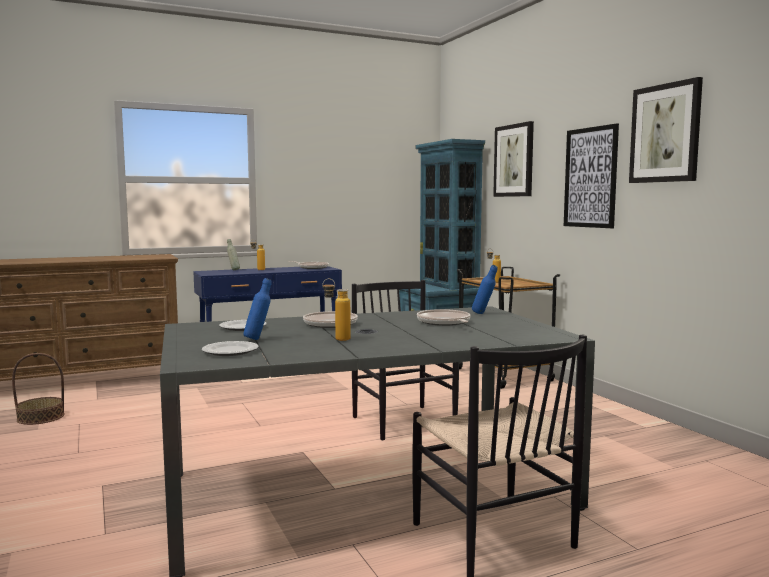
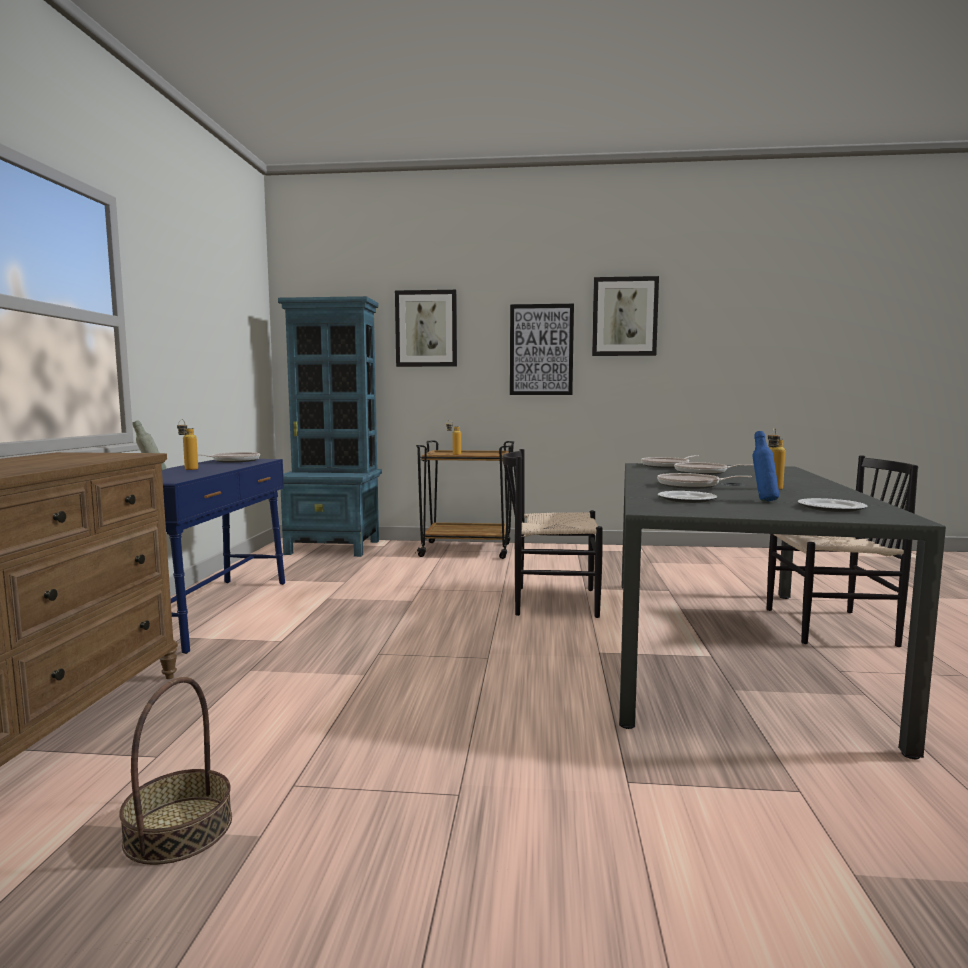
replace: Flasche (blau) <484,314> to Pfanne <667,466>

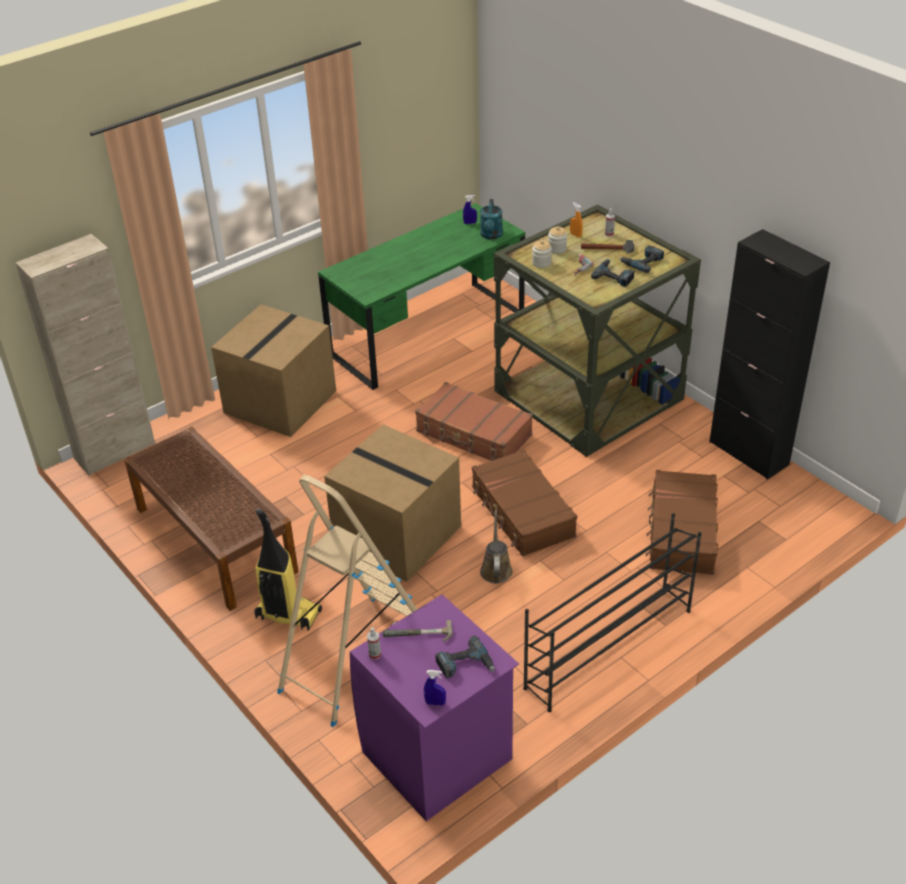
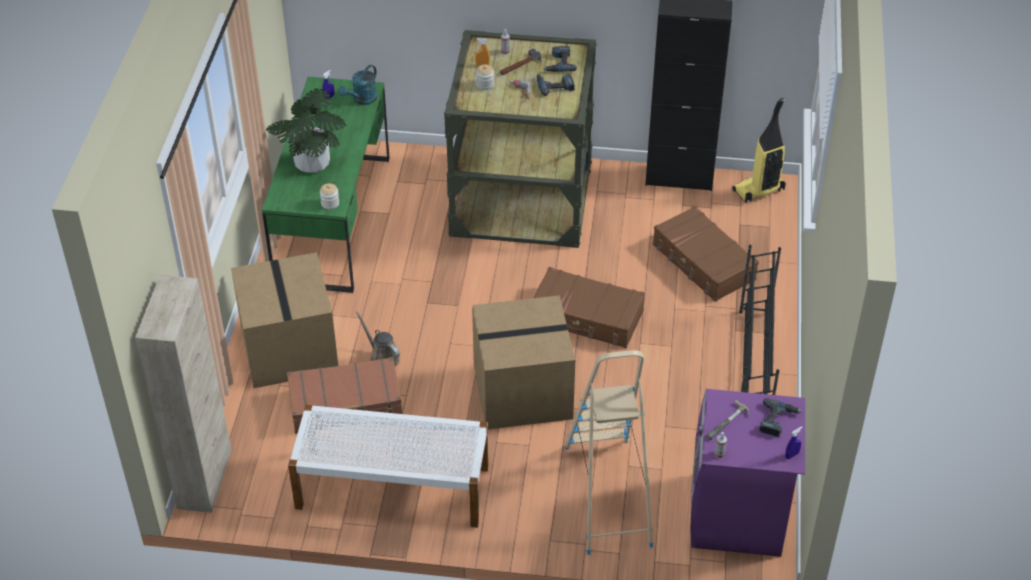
insert: Topfpflanze <312,163>
move: Staubsauger <287,615> to <758,191>; Koffer (braun) <474,434> to <346,405>; Gießkanne (braun) <496,568> to <382,357>; Vorratsglas <541,263> to <330,203>
recolor: Bank (braun) <214,540> to Bank (weiß) <392,488>
rotate: Gießkanne (türkis) <491,236> = <362,100> 75 degrees clockwise

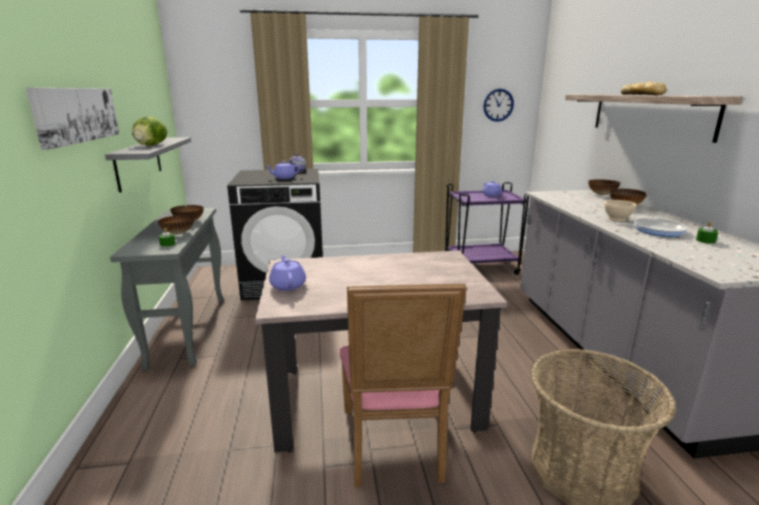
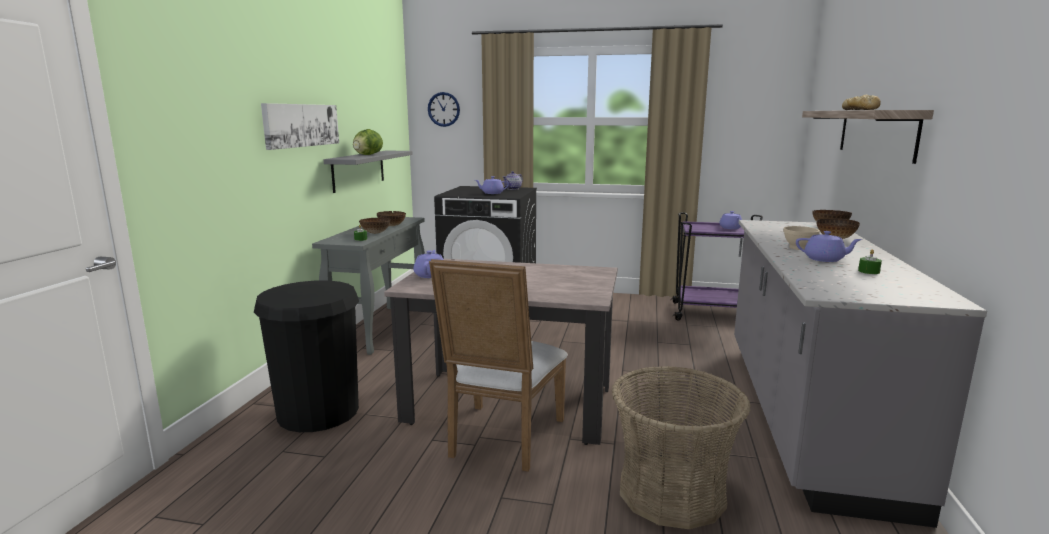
insert: Mülleimer (schwarz) <318,411>
move: Wanduhr <498,105> to <443,109>
replace: Pfanne <655,230> to Teekanne (lila) <825,259>
recolor: Stuhl (rosa) <395,448> to Stuhl (weiß) <502,440>

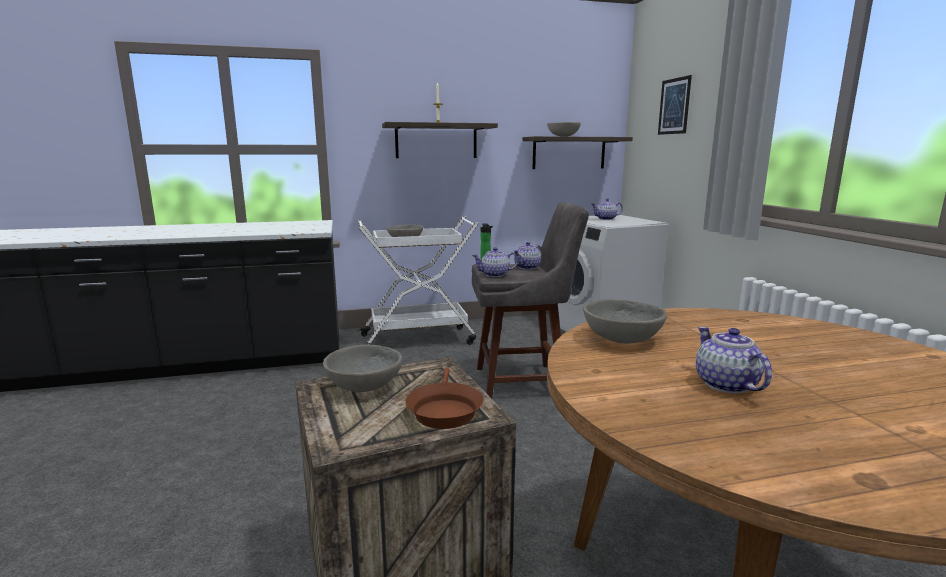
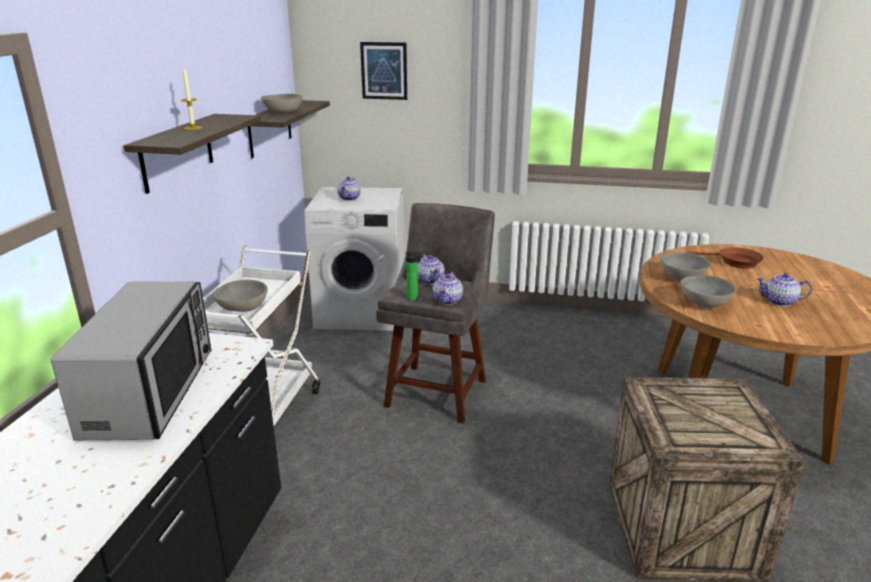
insert: Mikrowelle <151,392>
move: Schüssel (grau) <365,386> to <681,277>; Pfanne (braun) <444,410> to <734,262>

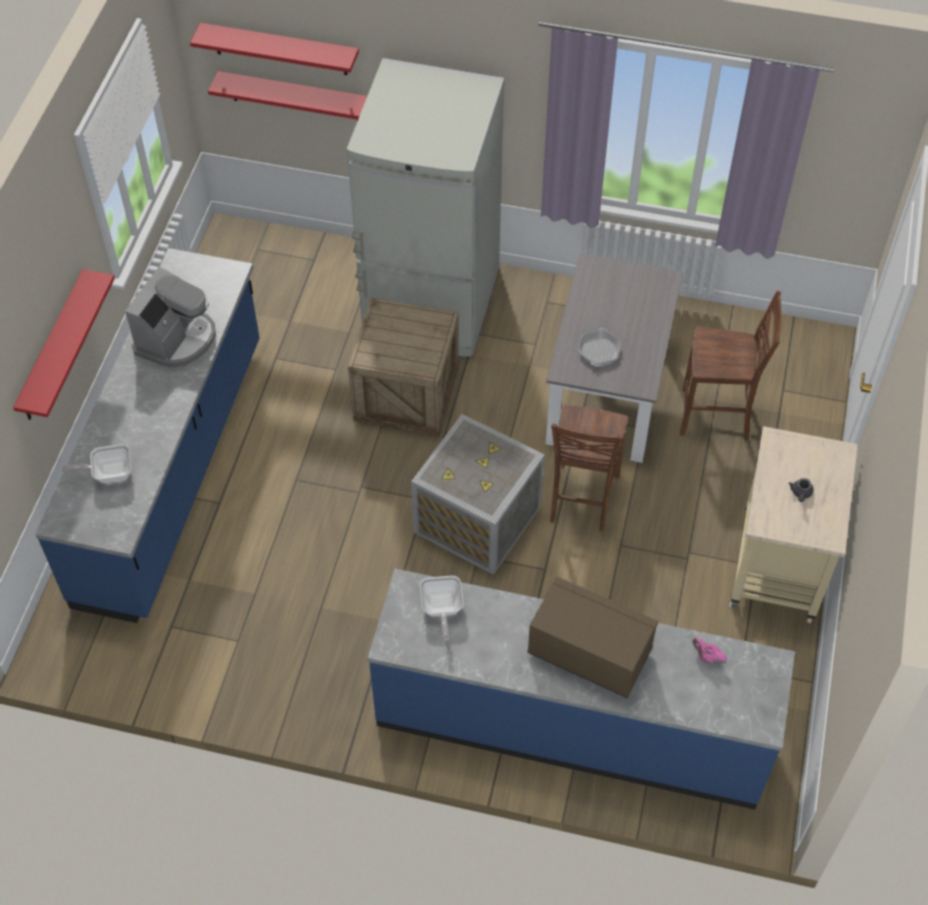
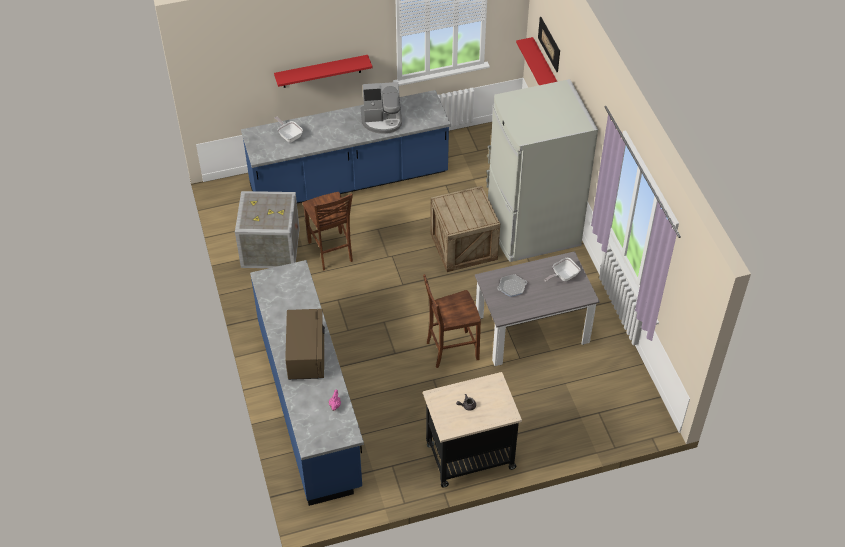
move: Kiste <478,521> to <269,248>; Pfanne <441,609> to <562,276>; Stuhl (braun) <717,416> to <331,252>
replace: Wandregal (rot) <280,49> to Bild <549,44>
recolor: Rollwagen (beige) <778,567> to Rollwagen (schwarz) <469,458>

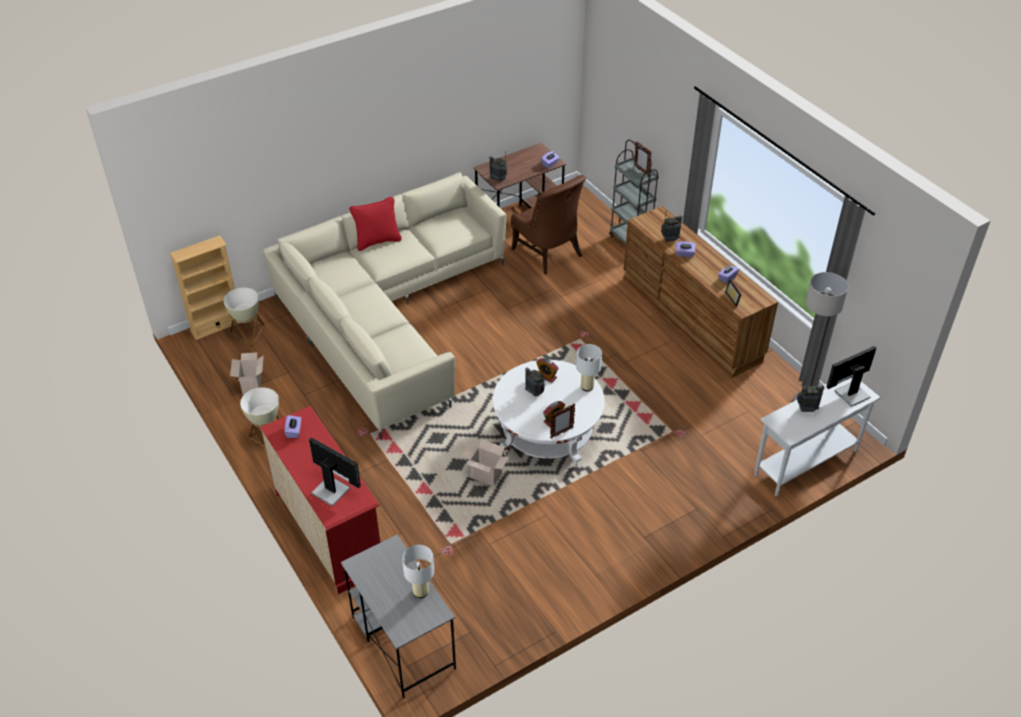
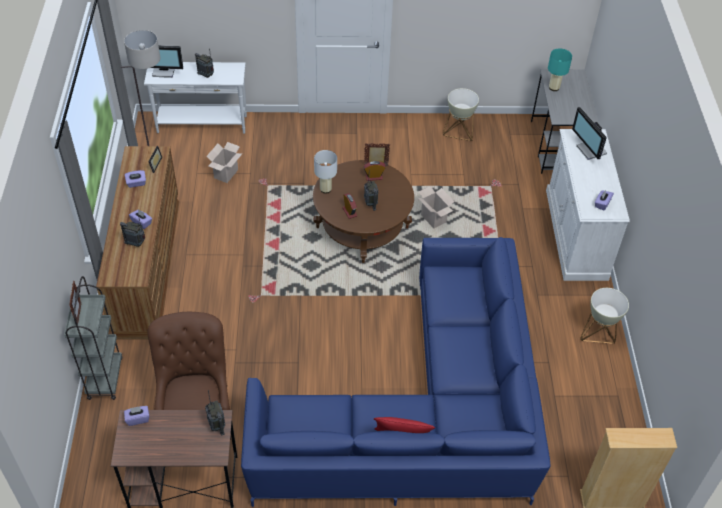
move: Pflanzkübel <248,335> to <459,132>; Karton <251,385> to <226,174>
recolor: Schrank (rot) <329,530> to Schrank (weiß) <575,234>; Sofa (beige) <386,317> to Sofa (blau) <423,414>; Tischlampe (weiß) <420,592> to Tischlampe (türkis) <554,88>; Couchtisch (weiß) <547,434> to Couchtisch (braun) <362,227>

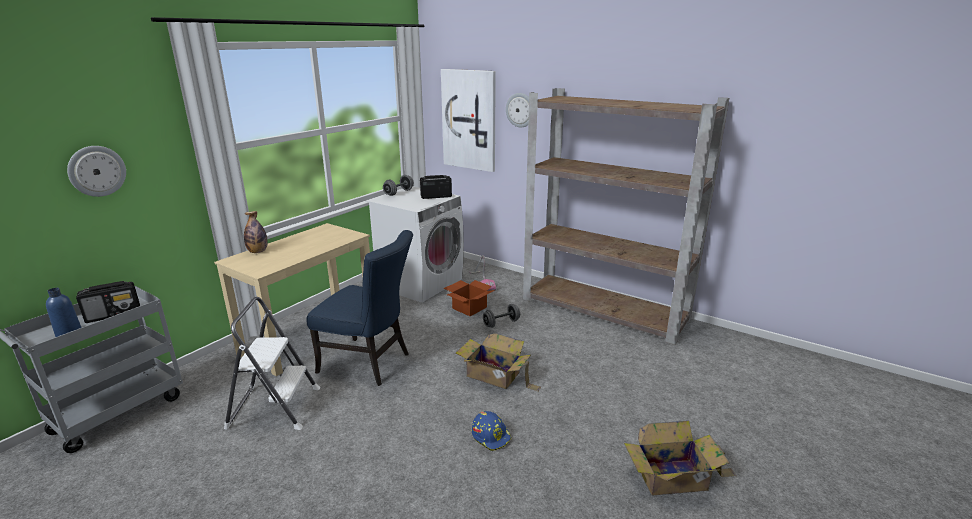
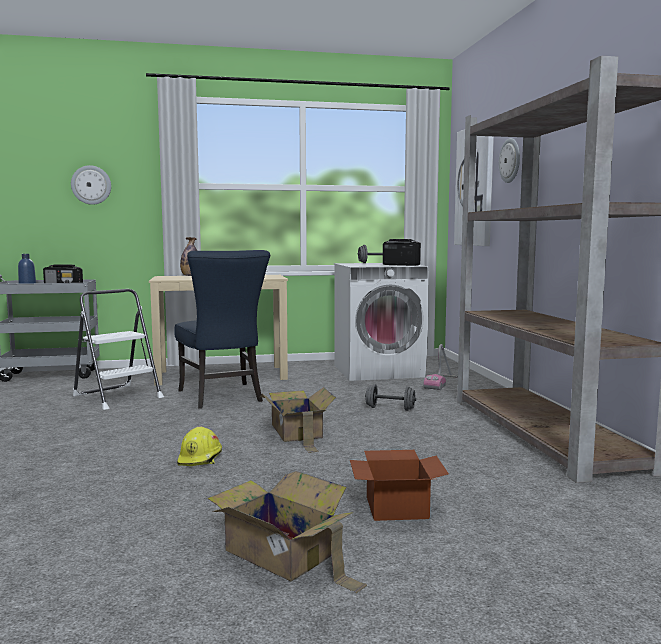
move: Karton <469,307> to <397,507>
recolor: Schutzhelm (blau) <491,436> to Schutzhelm (gelb) <200,458>

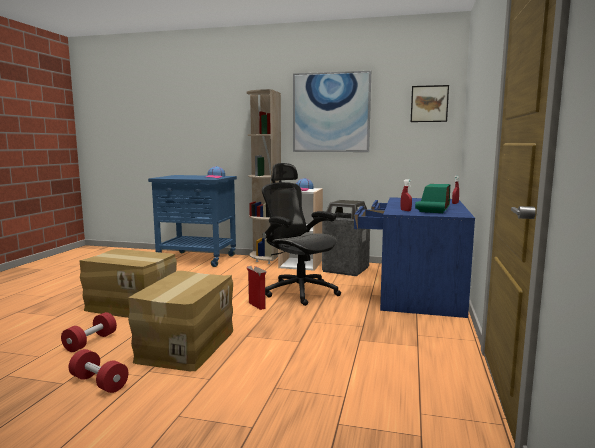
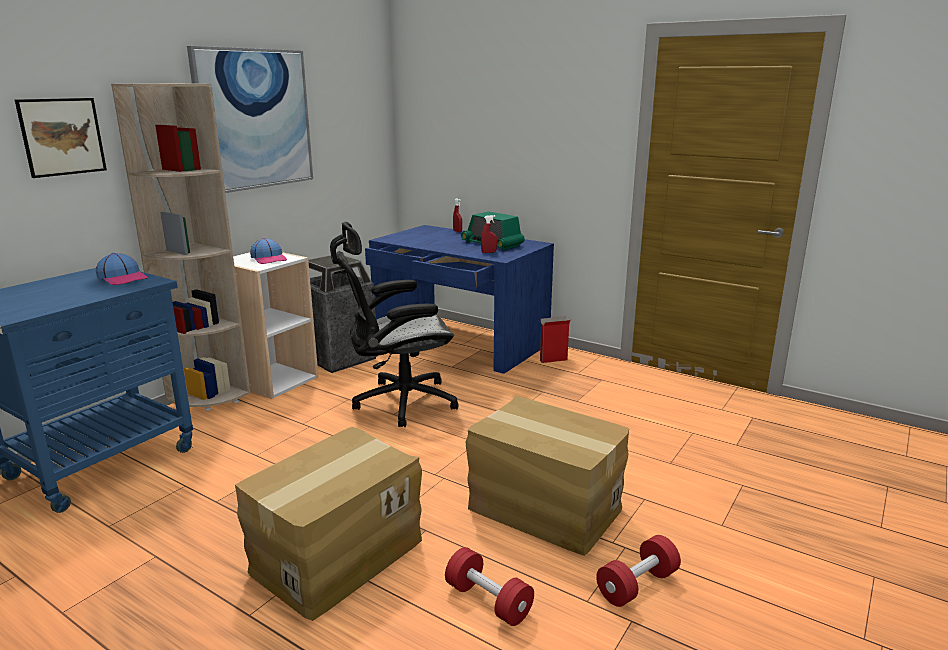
move: Karton <256,305> to <553,360>; Bild <429,103> to <62,136>

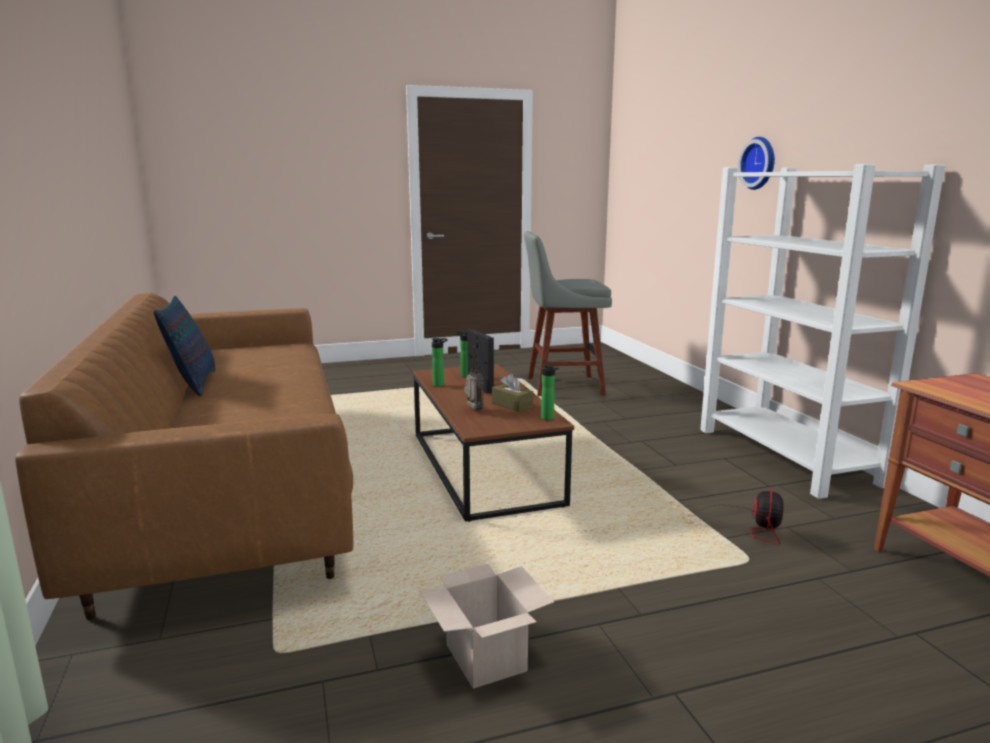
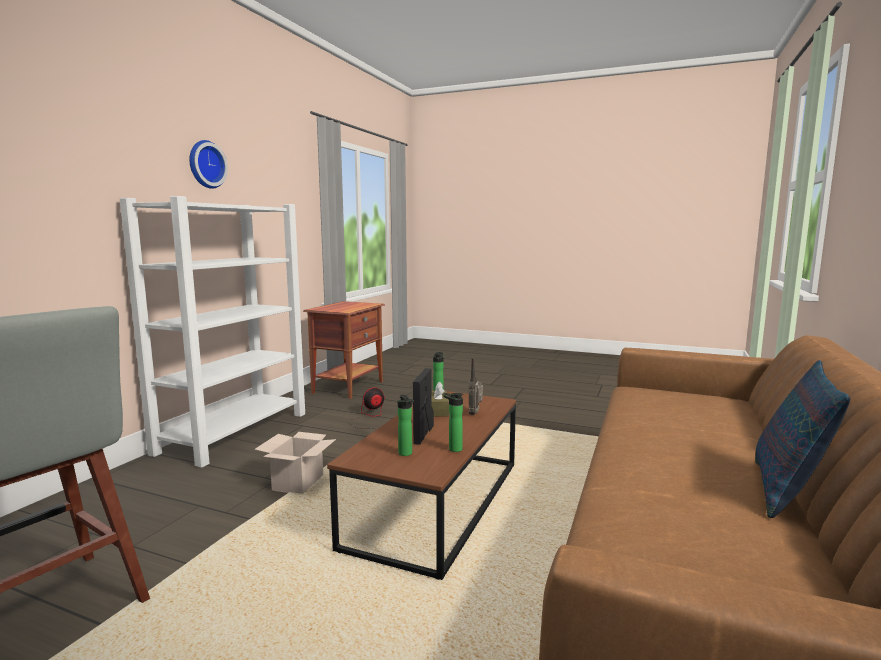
move: Karton <488,658> to <298,482>; Wanduhr <760,163> to <205,164>

